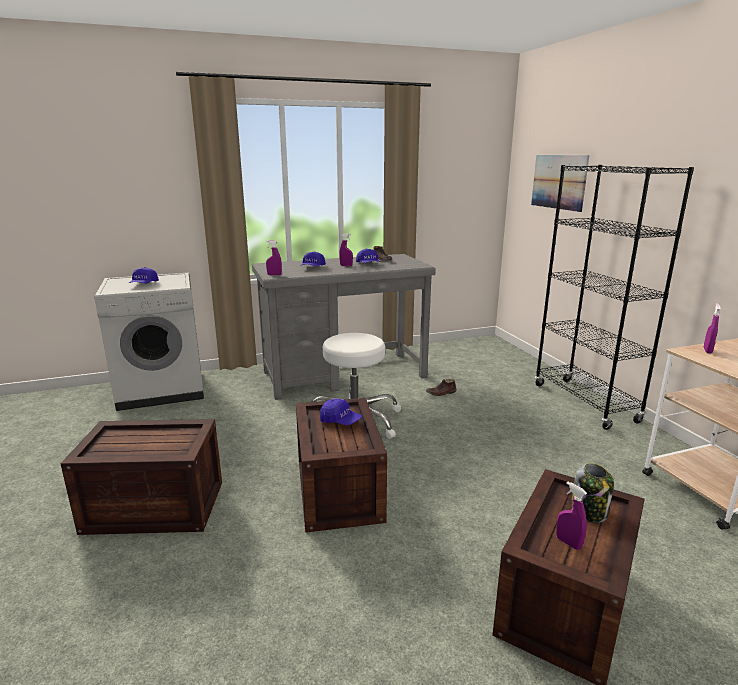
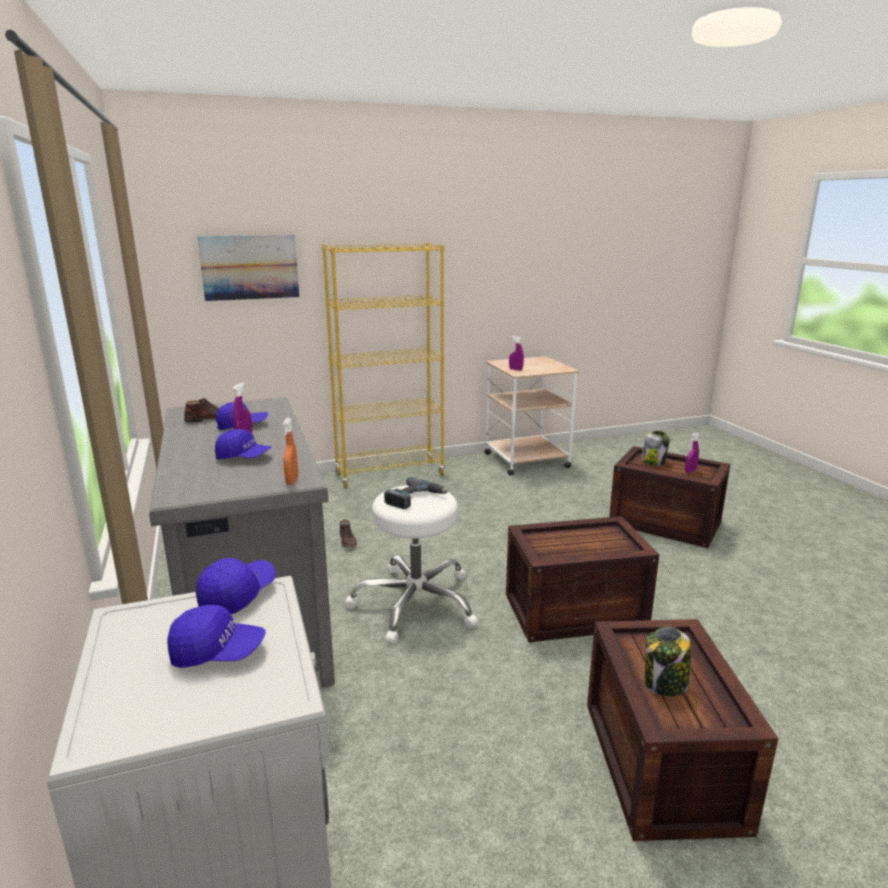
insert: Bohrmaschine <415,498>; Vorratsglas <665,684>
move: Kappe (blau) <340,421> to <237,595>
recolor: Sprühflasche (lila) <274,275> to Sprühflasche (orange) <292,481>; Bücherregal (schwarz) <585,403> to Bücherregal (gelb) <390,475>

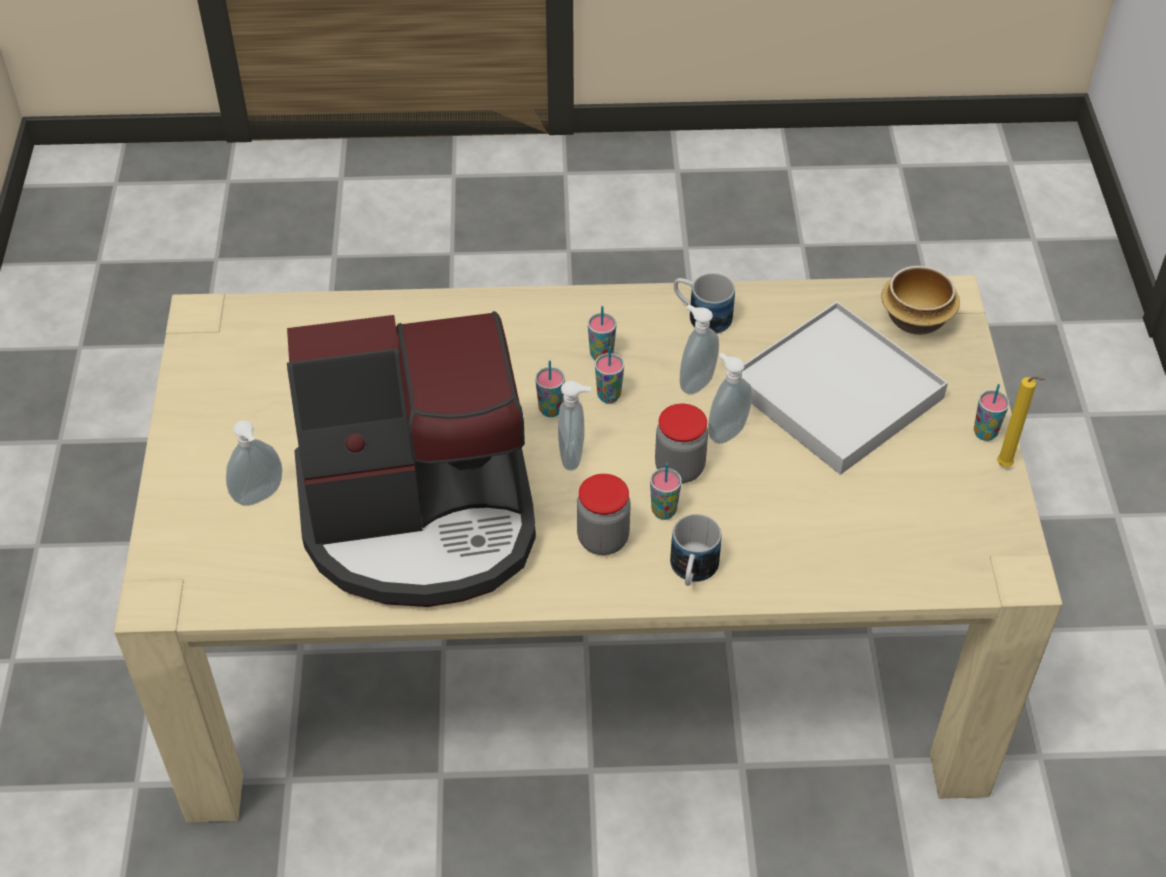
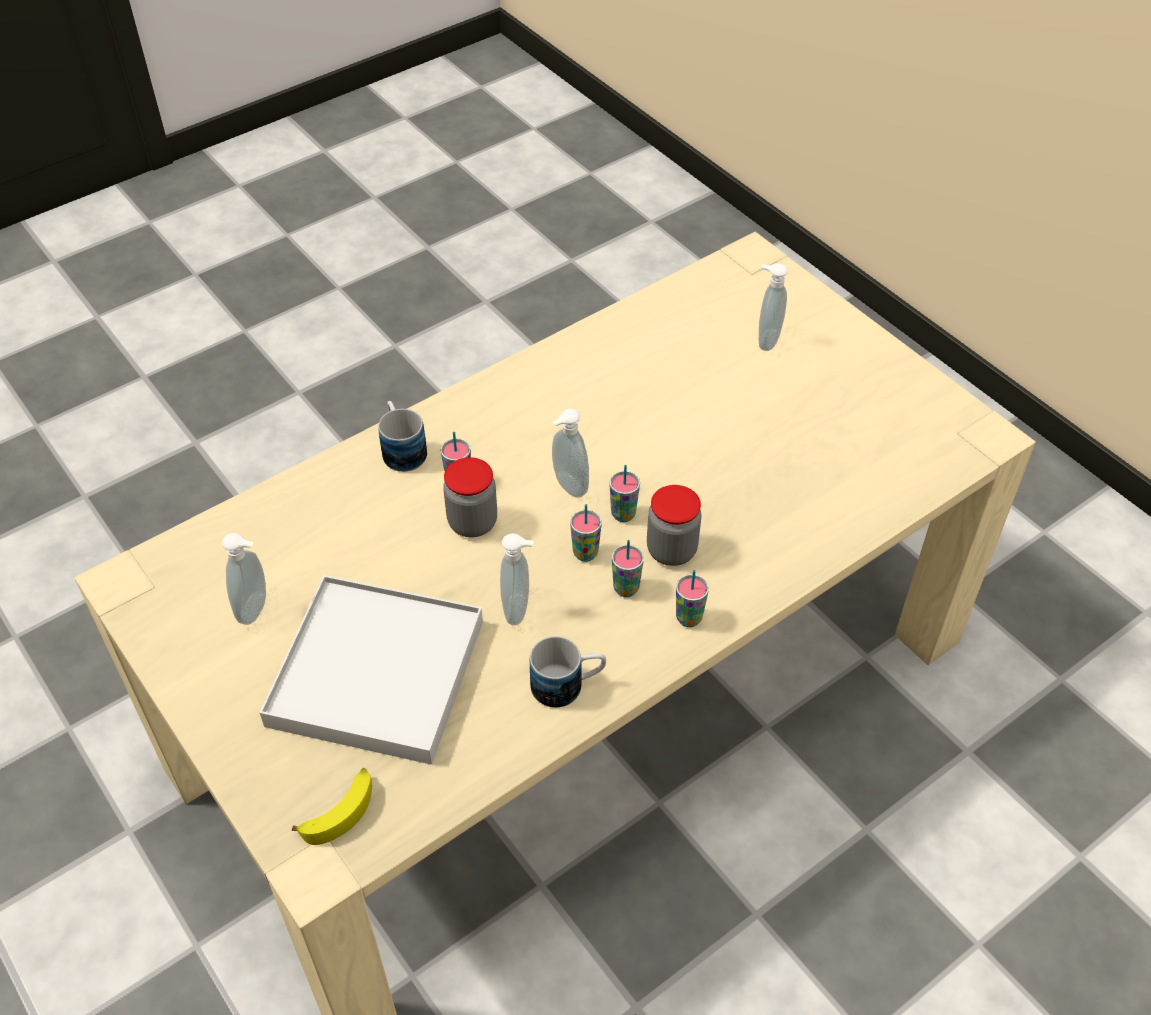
delete: Kaffeemaschine <421,517>; Kerze (gelb) <1006,466>
move: Vorratsglas <603,539> to <671,550>; Seifenspender <725,431> to <256,609>; Tasse <985,433> to <688,618>
replace: Schüssel <915,320> to Banane <340,810>

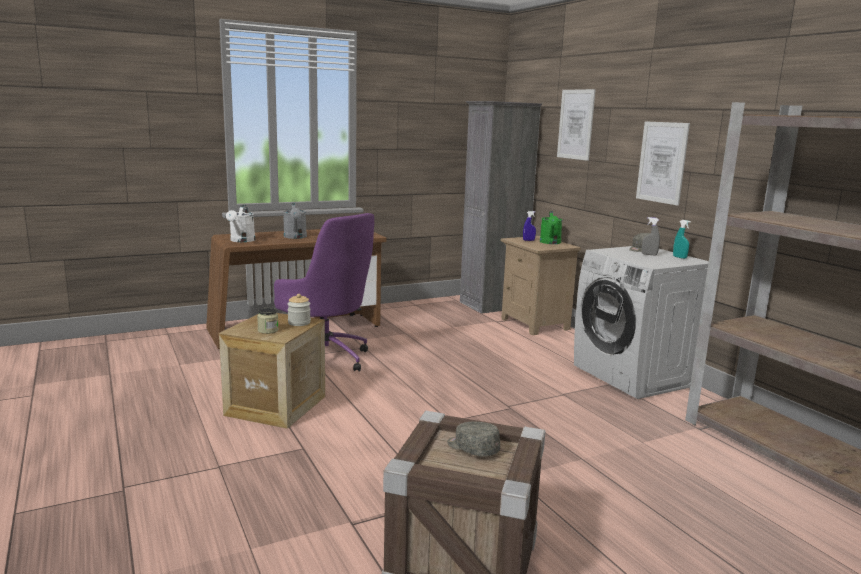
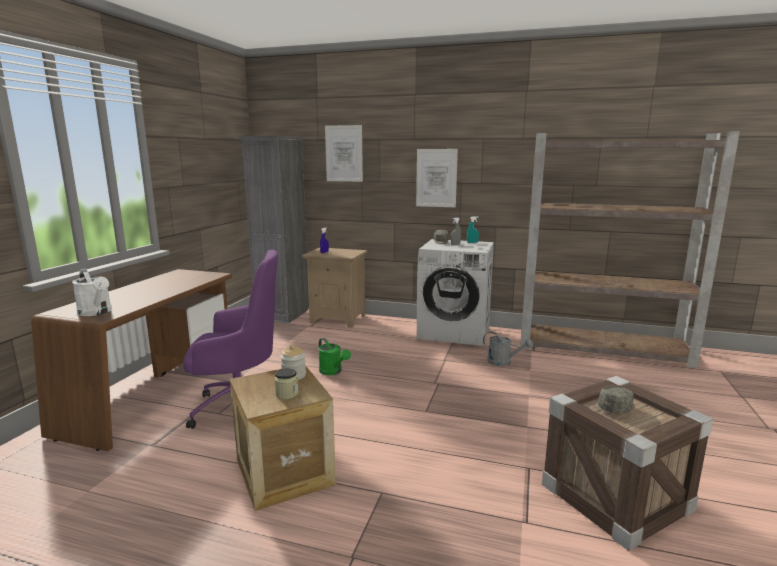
move: Gießkanne (grau) <295,237> to <503,362>; Gießkanne (grün) <550,243> to <333,372>
rotate: Kappe (grau) <472,448> = <617,407> 150 degrees clockwise

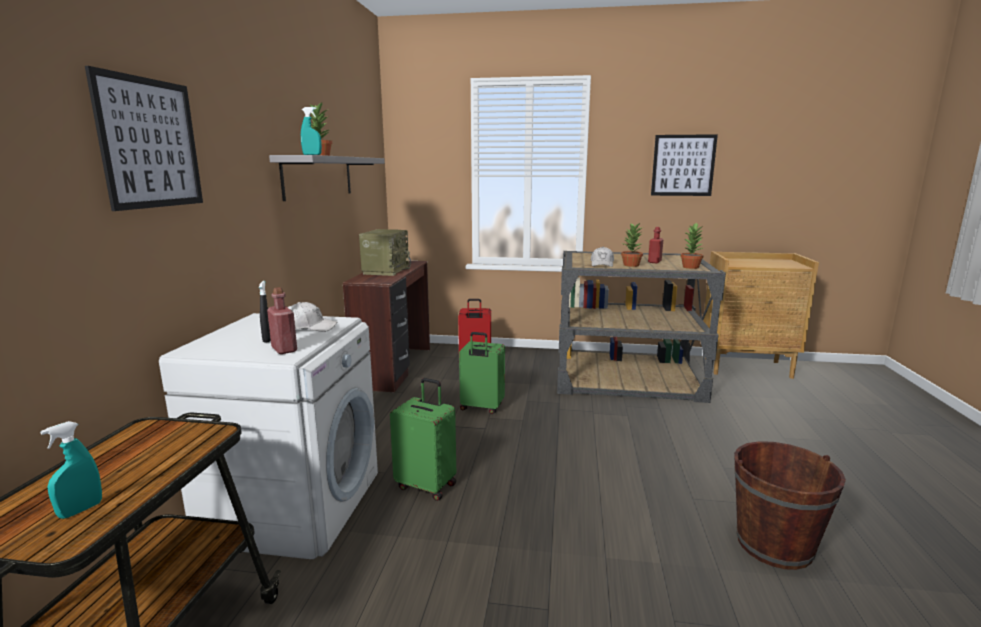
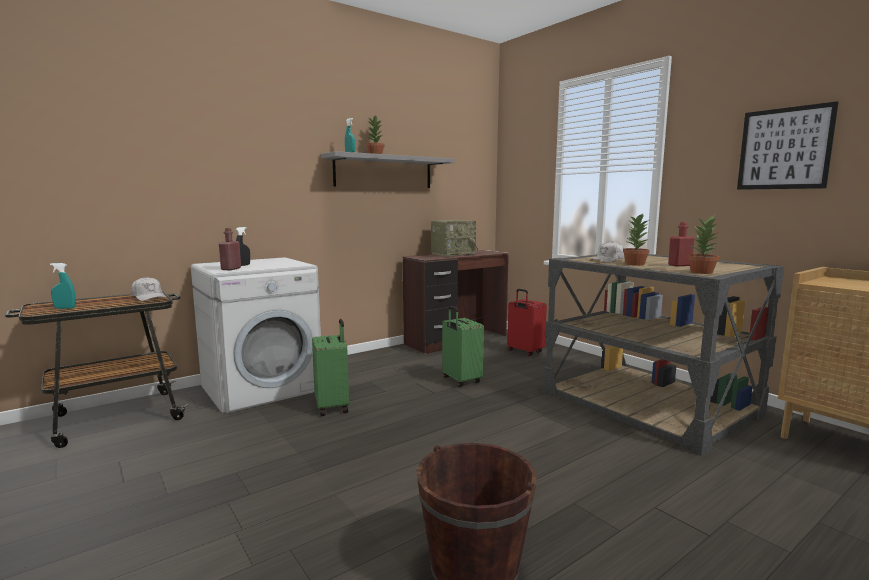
delete: Bild <150,143>
move: Kappe (weiß) <309,327> to <149,297>

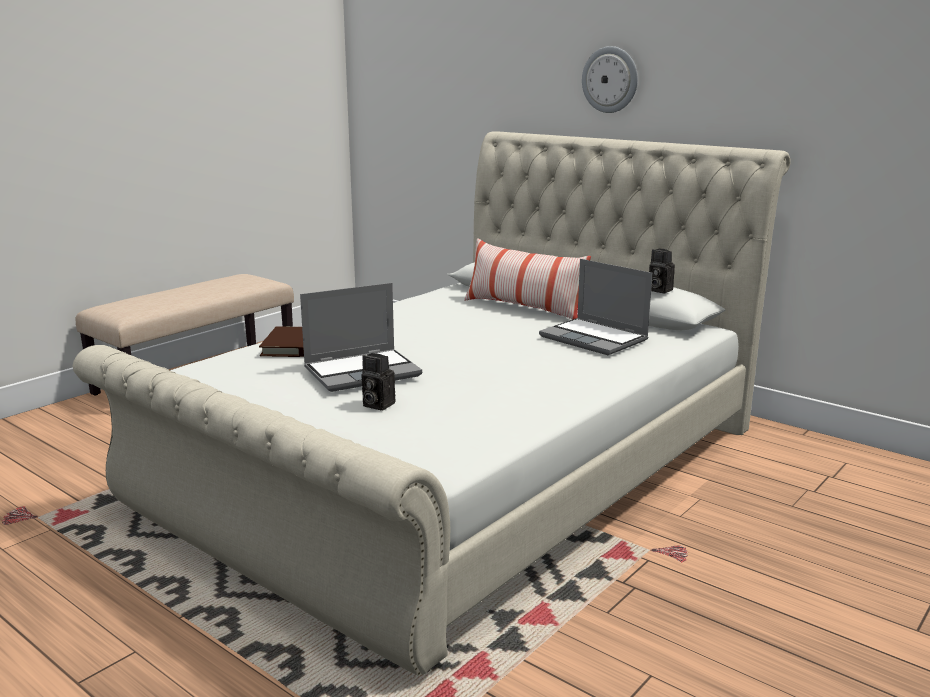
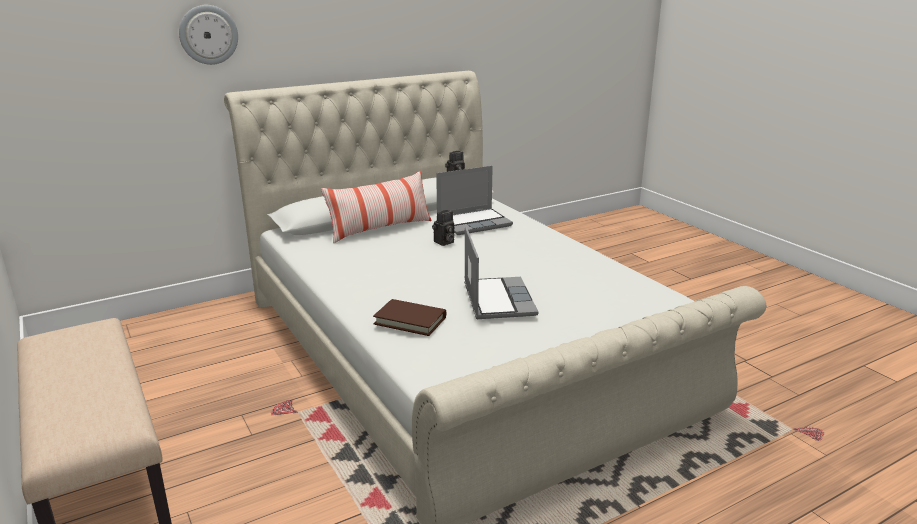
move: Kamera <376,405> to <444,242>; Wanduhr <610,79> to <208,34>

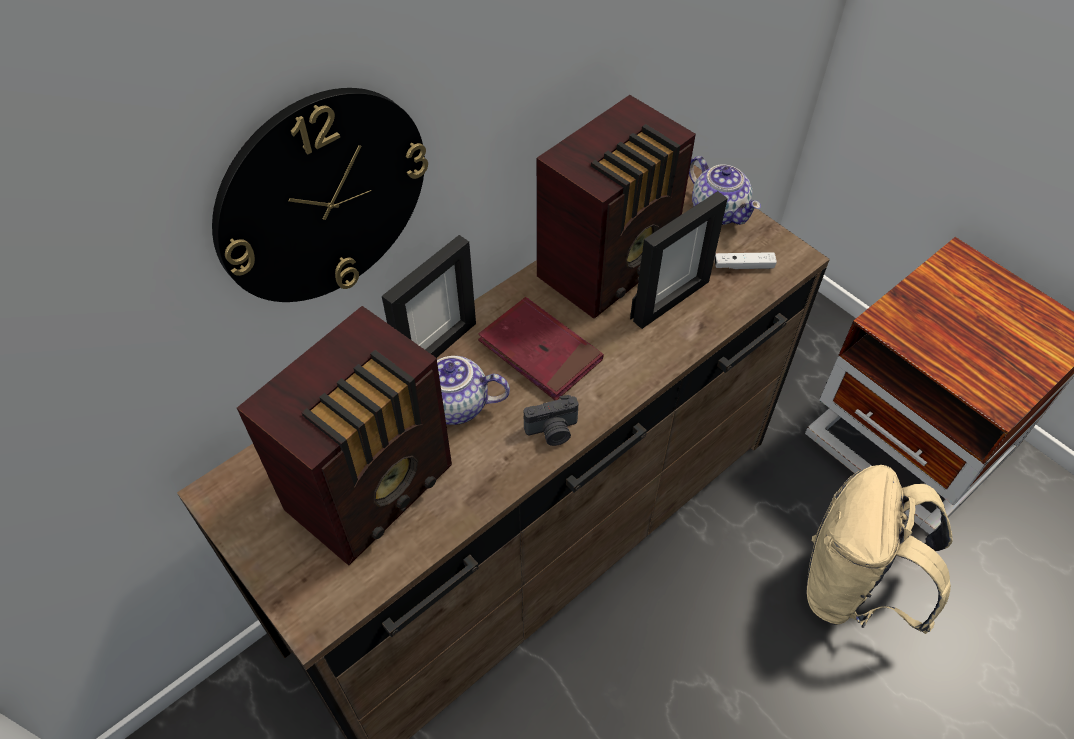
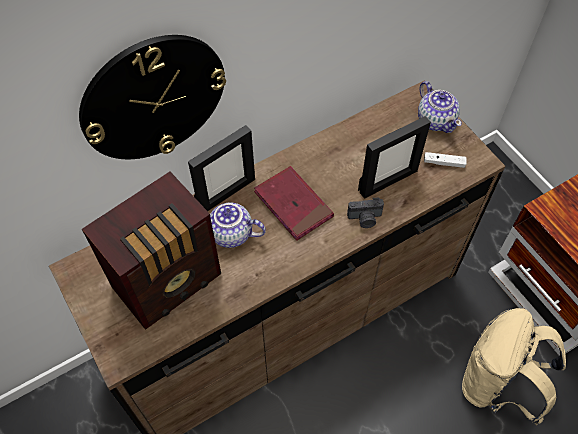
delete: Radio <610,266>
move: Kamera <553,431> to <365,219>

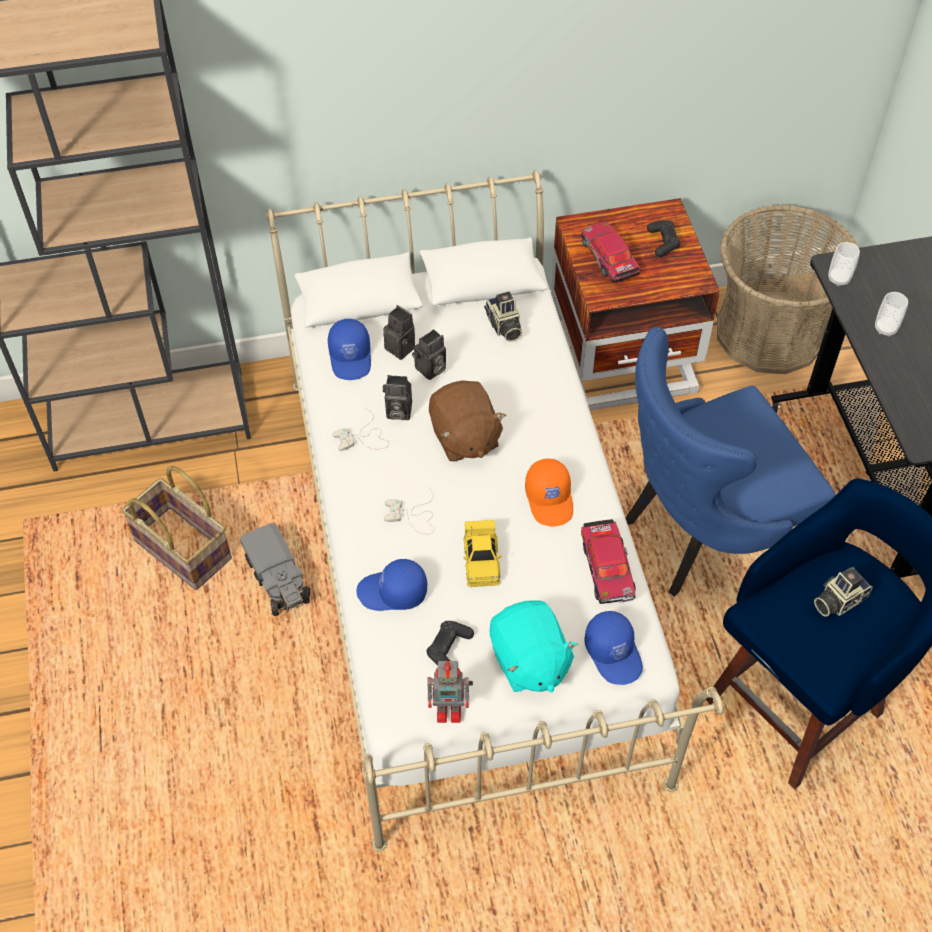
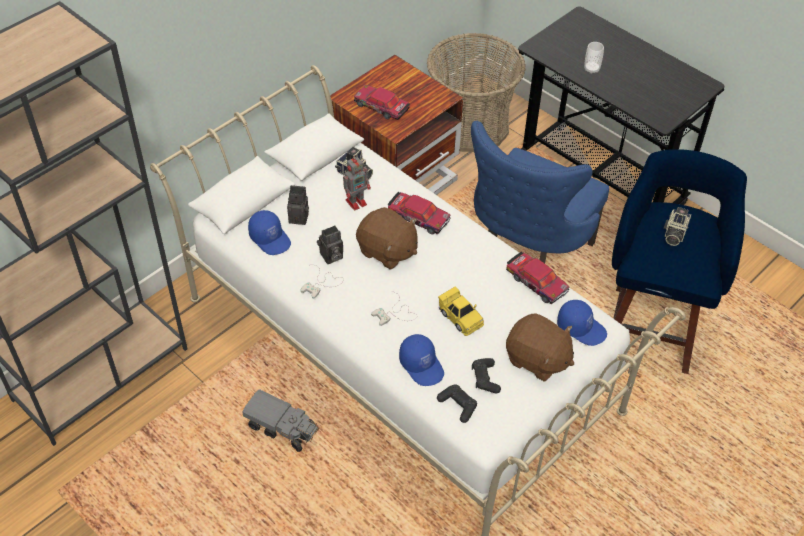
delete: Korb <184,549>; Kamera <430,370>; Kappe (orange) <550,499>; Tasse <839,279>
insert: Spielzeugauto <418,217>
move: Spielzeugroboter <450,709> to <357,202>; Gamepad (schwarz) <663,242> to <458,405>
recolor: Plüschtier (türkis) <529,661> to Plüschtier (braun) <537,360>
rotate: Kappe (blau) <392,592> = <422,365> 90 degrees counterclockwise

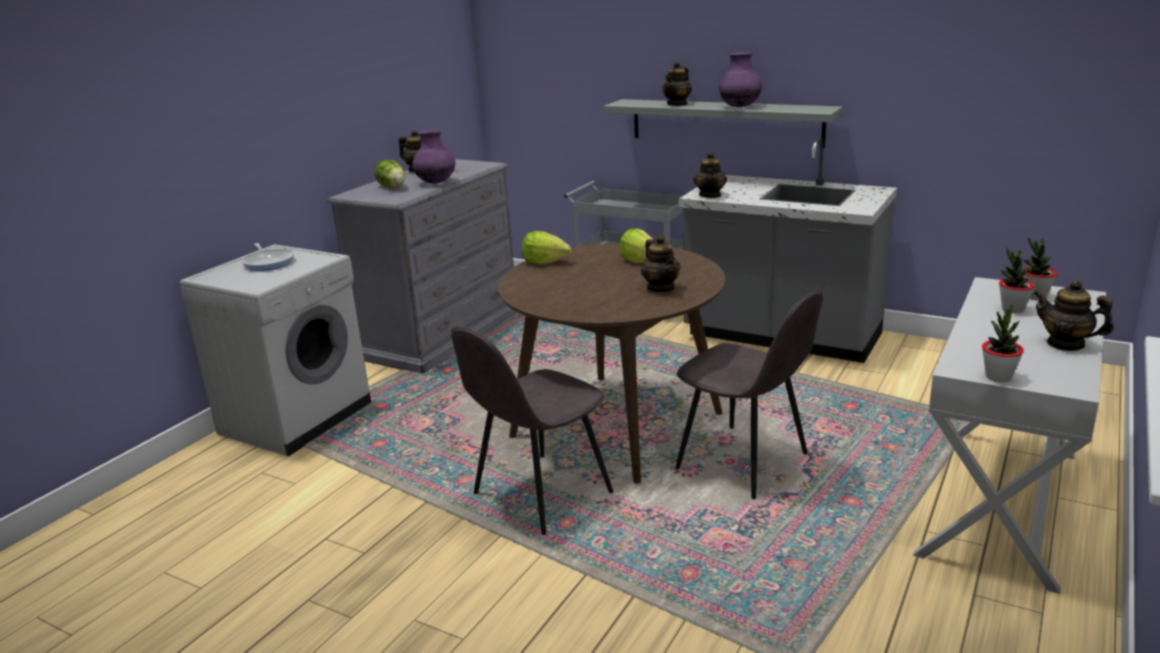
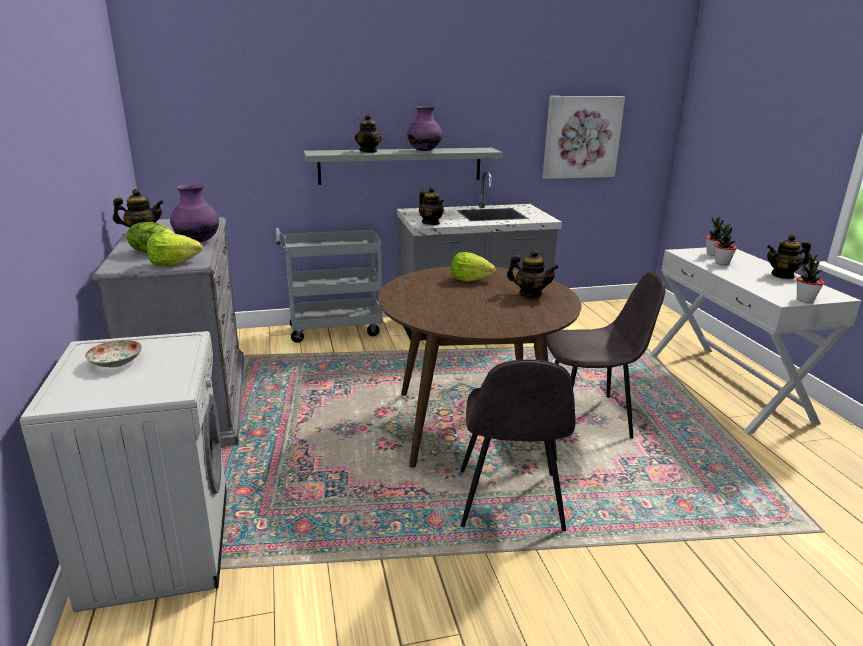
insert: Bild <581,137>
move: Salatkopf <544,262> to <173,263>
replace: Pfanne <268,262> to Teller <116,362>

